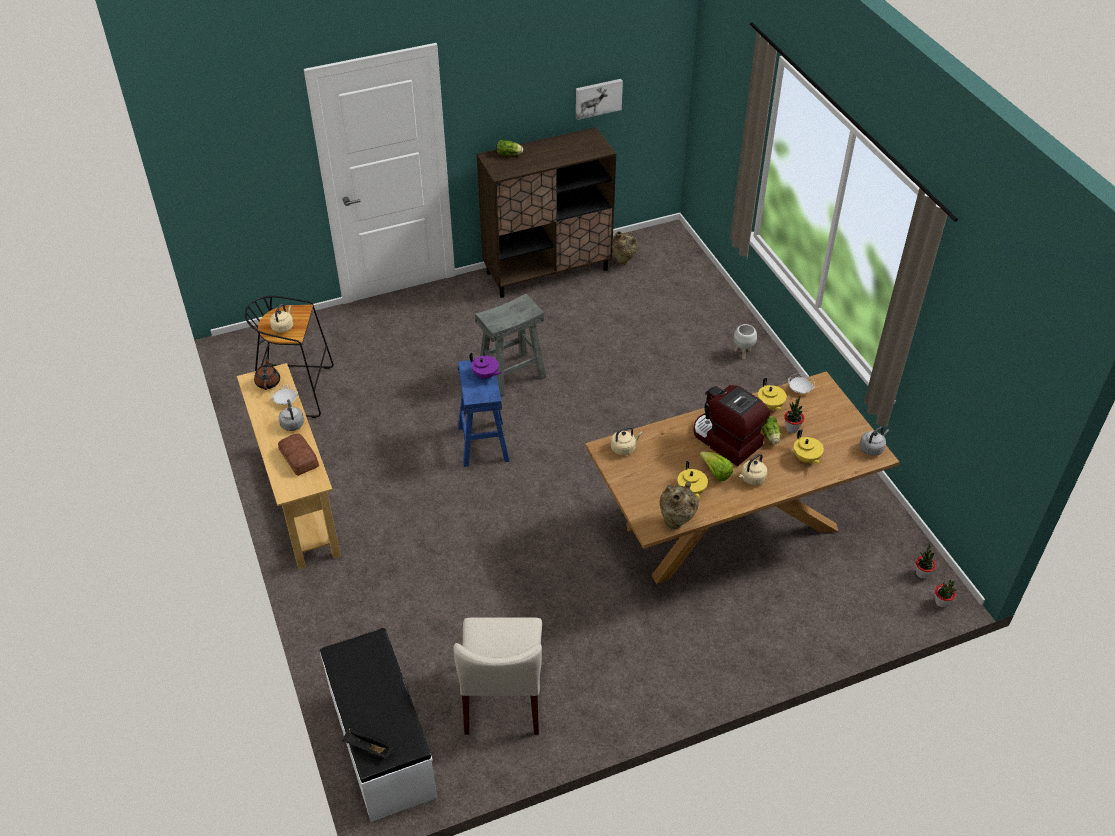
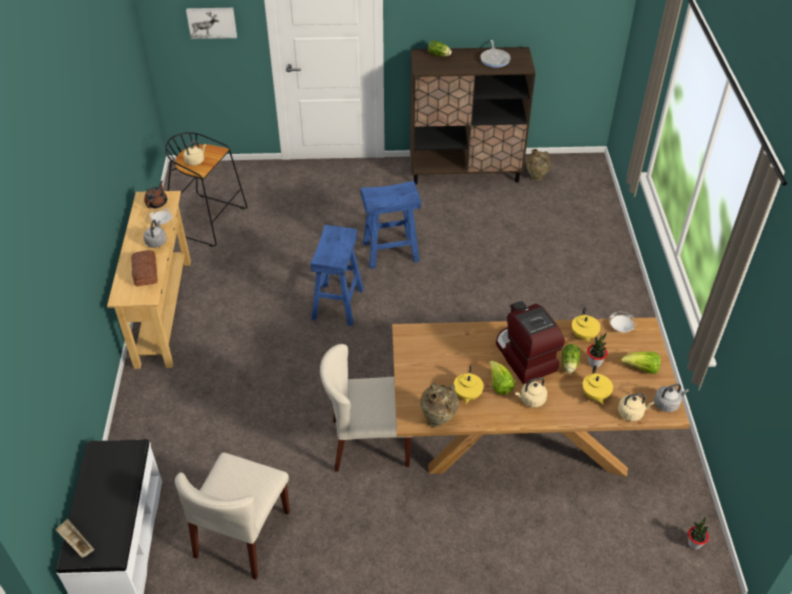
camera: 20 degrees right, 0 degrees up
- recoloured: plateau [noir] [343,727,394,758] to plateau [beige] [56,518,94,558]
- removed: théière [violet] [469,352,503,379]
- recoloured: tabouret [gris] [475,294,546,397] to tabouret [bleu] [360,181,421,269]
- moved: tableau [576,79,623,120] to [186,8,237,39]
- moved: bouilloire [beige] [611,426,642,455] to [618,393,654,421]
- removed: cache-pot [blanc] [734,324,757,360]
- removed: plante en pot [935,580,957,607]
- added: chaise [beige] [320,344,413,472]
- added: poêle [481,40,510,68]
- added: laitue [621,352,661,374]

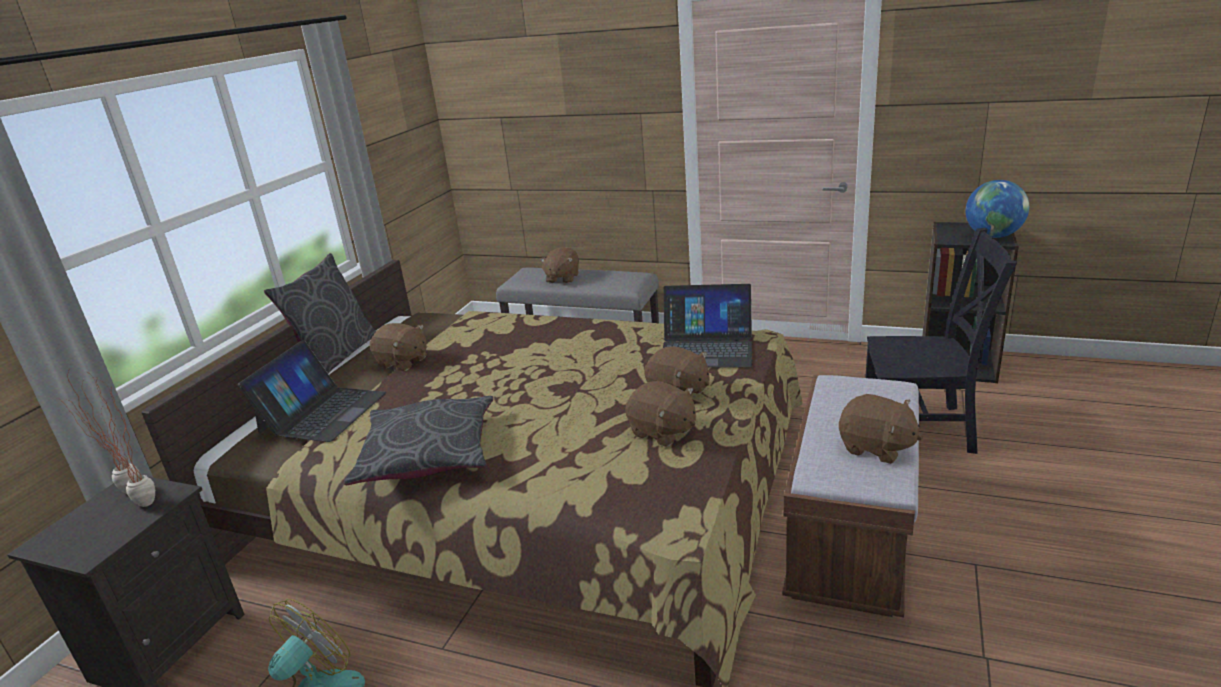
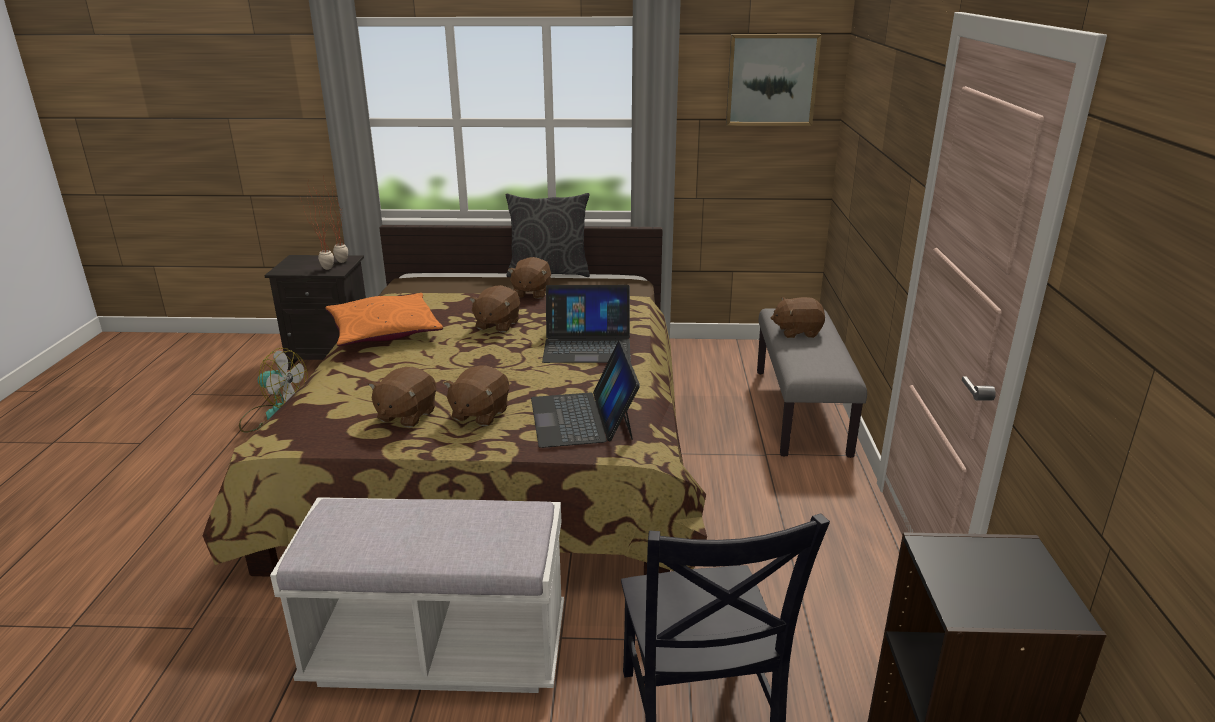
camera: 70 degrees right, 0 degrees up
- moved: ordinateur portable [238,340,386,442] to [542,285,631,363]
- recoloured: coussin [gris] [344,396,493,485] to coussin [orange] [325,293,443,346]
- recoloured: banc [marron] [782,375,919,617] to banc [blanc] [270,497,564,693]
- moved: peluche [marron] [839,394,923,464] to [469,285,520,332]
- removed: globe [965,180,1029,238]
- added: tableau [726,34,821,126]

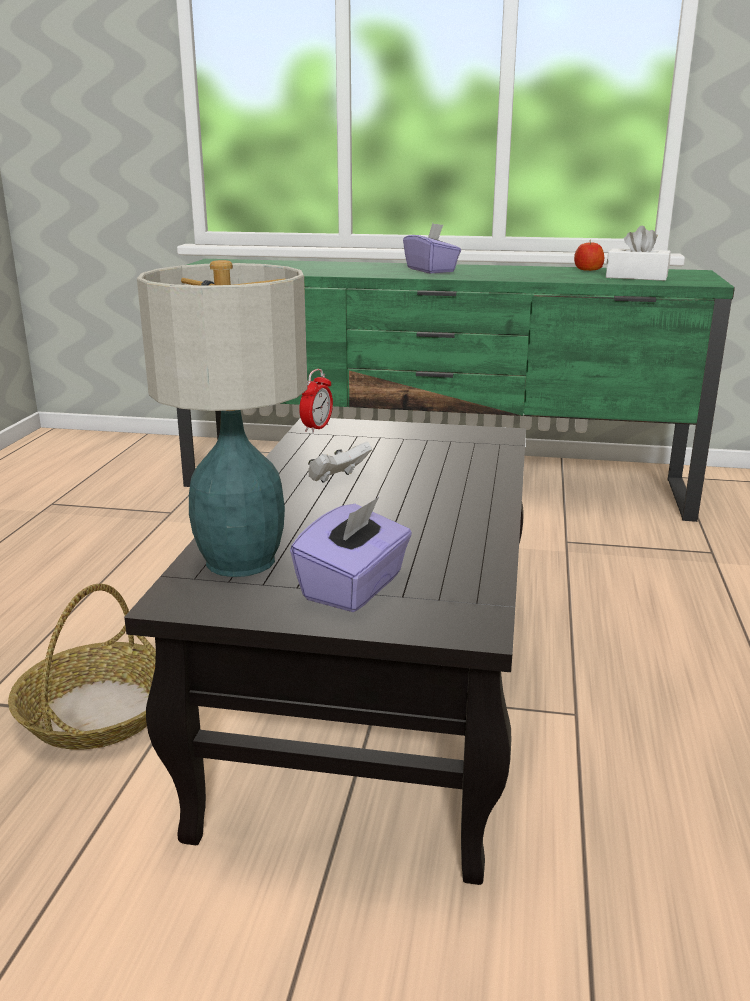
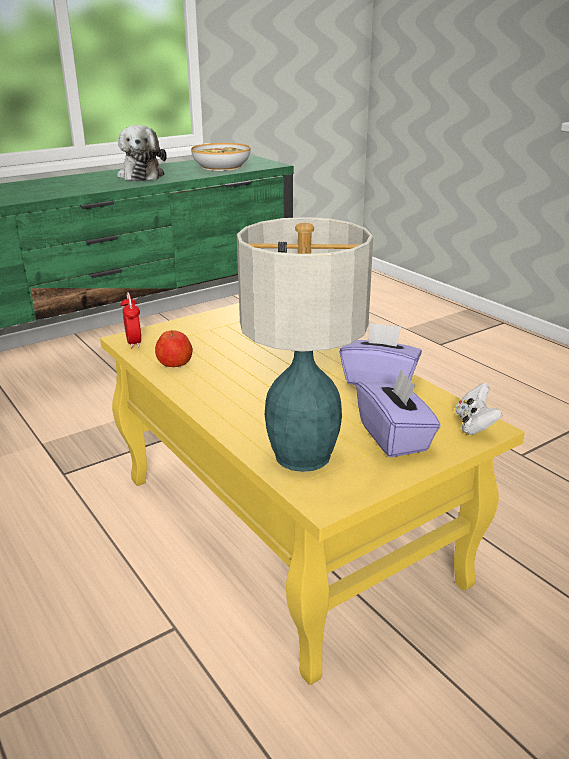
camera: 45 degrees left, 5 degrees up
- removed: panier [8,584,156,750]
- recoloured: table basse [noir] [124,418,526,885] to table basse [jaune] [100,303,525,685]
- moved: manette [blanc] [308,441,372,483] to [455,383,502,435]
- moved: boîte à mouchoirs [violet] [403,223,461,273] to [340,322,422,385]
- moved: pomme [574,239,604,271] to [155,330,193,367]
- replaced: boîte à mouchoirs [blanc] [606,226,671,281] to bol [191,143,250,171]
- added: peluche [117,125,167,181]

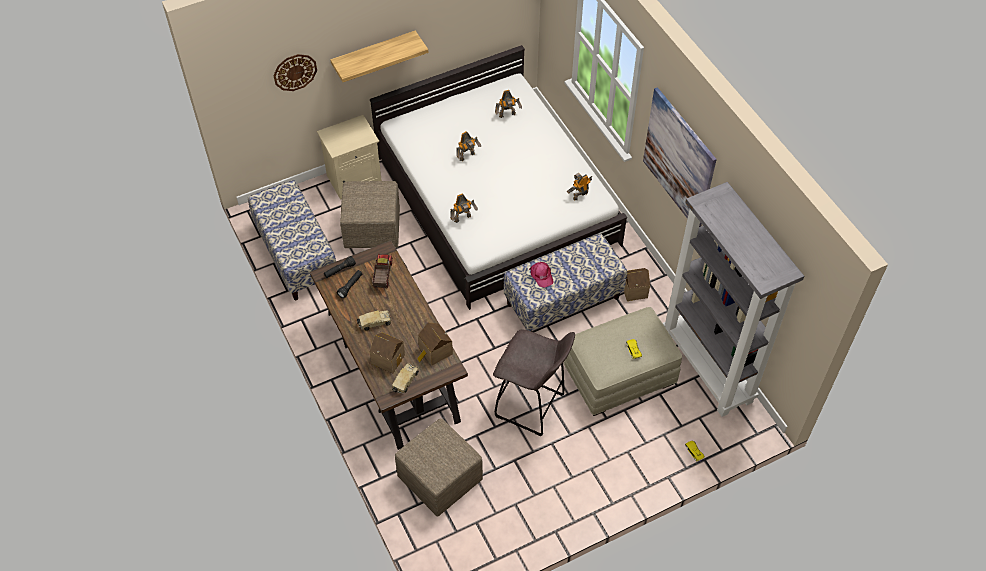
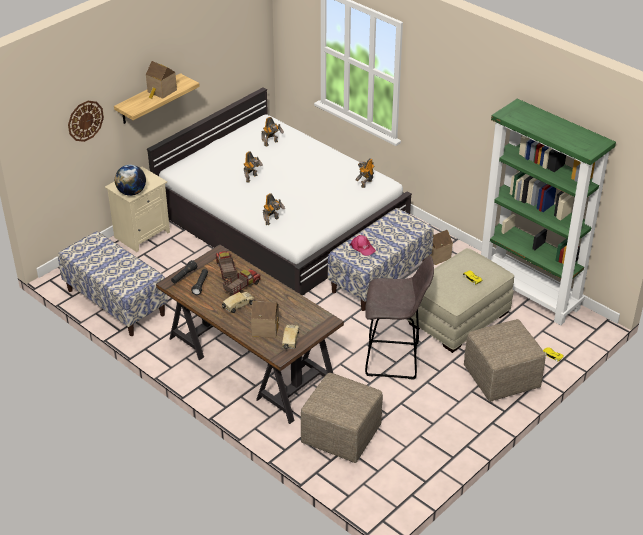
camera: 20 degrees left, 15 degrees down
- moved: pouf [beige] [340,181,400,248] to [464,319,546,402]
- moved: maison miniature [417,322,453,365] to [146,61,177,99]
- removed: tableau [643,87,717,227]
- recoloured: bibliothèque [gris] [663,182,804,417] to bibliothèque [vert] [481,99,616,325]
- added: globe [115,165,146,196]
- added: camion jouet [222,269,261,295]

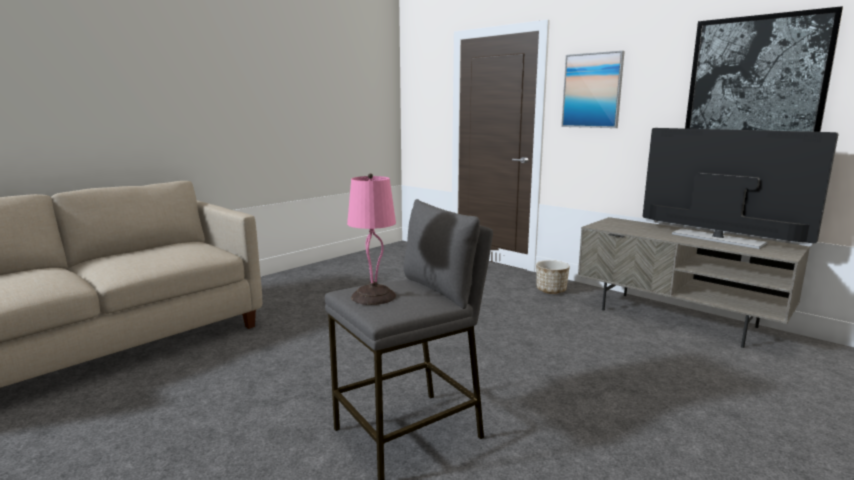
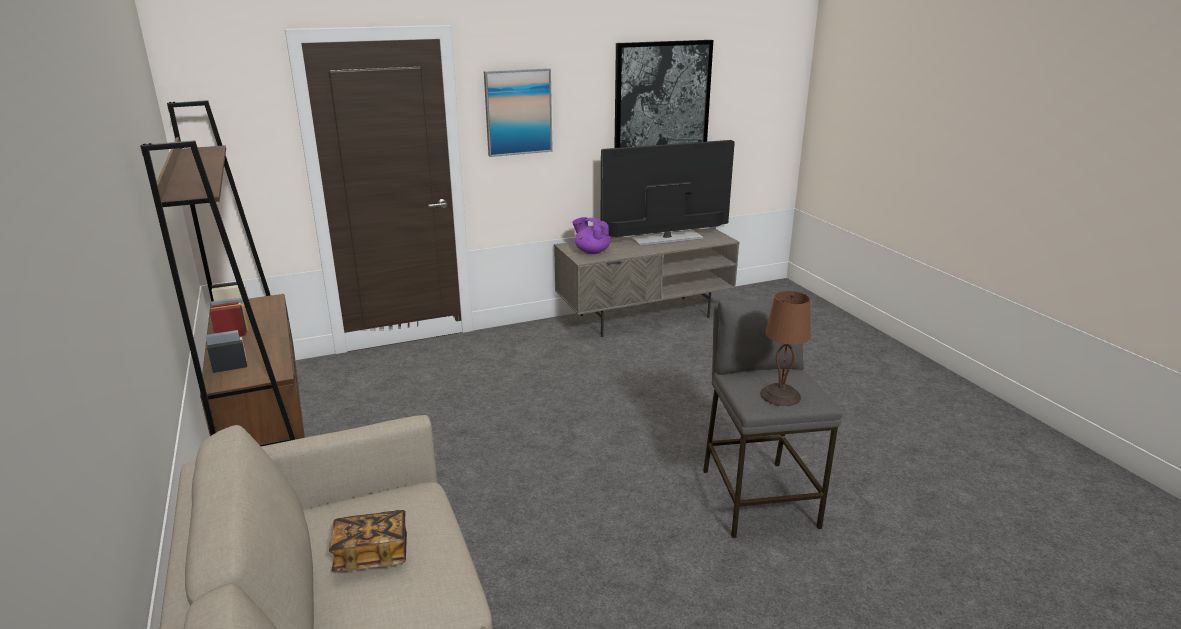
camera: 65 degrees left, 10 degrees up
- recoloured: lampe de table [rose] [347,174,396,305] to lampe de table [marron] [760,291,810,406]
- removed: cache-pot [536,260,570,294]
- added: bibliothèque [marron] [140,100,305,446]
- added: livre [329,510,407,572]
- added: théière [violet] [572,217,610,254]

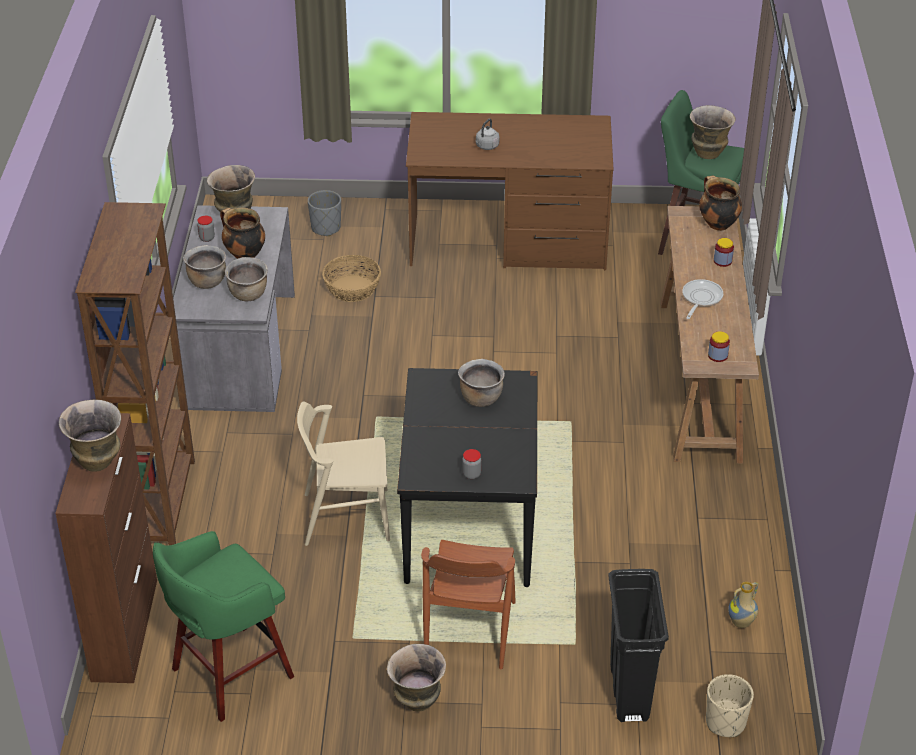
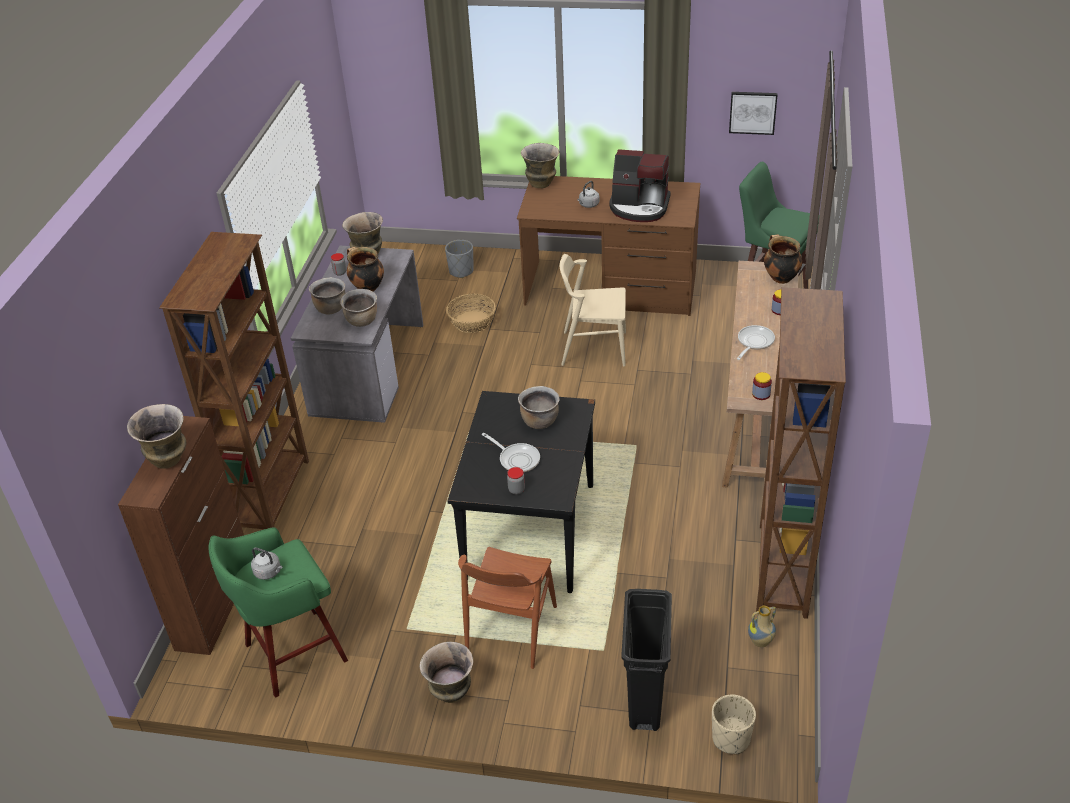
camera: 10 degrees right, 0 degrees up
- moved: chaise [beige] [297,401,390,546] to [560,254,626,366]
- moved: vase [690,105,735,159] to [521,143,559,188]
- added: bouilloire [gris] [251,548,283,580]
- added: poêle [482,433,540,472]
- added: machine à café [609,149,671,222]
- added: tableau [729,92,778,135]
- added: bibliothèque [marron] [756,287,846,619]

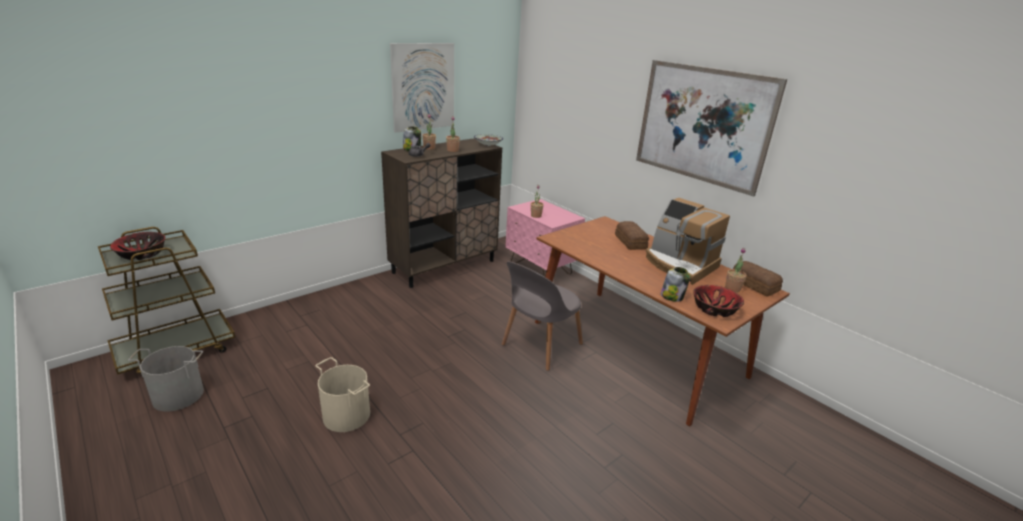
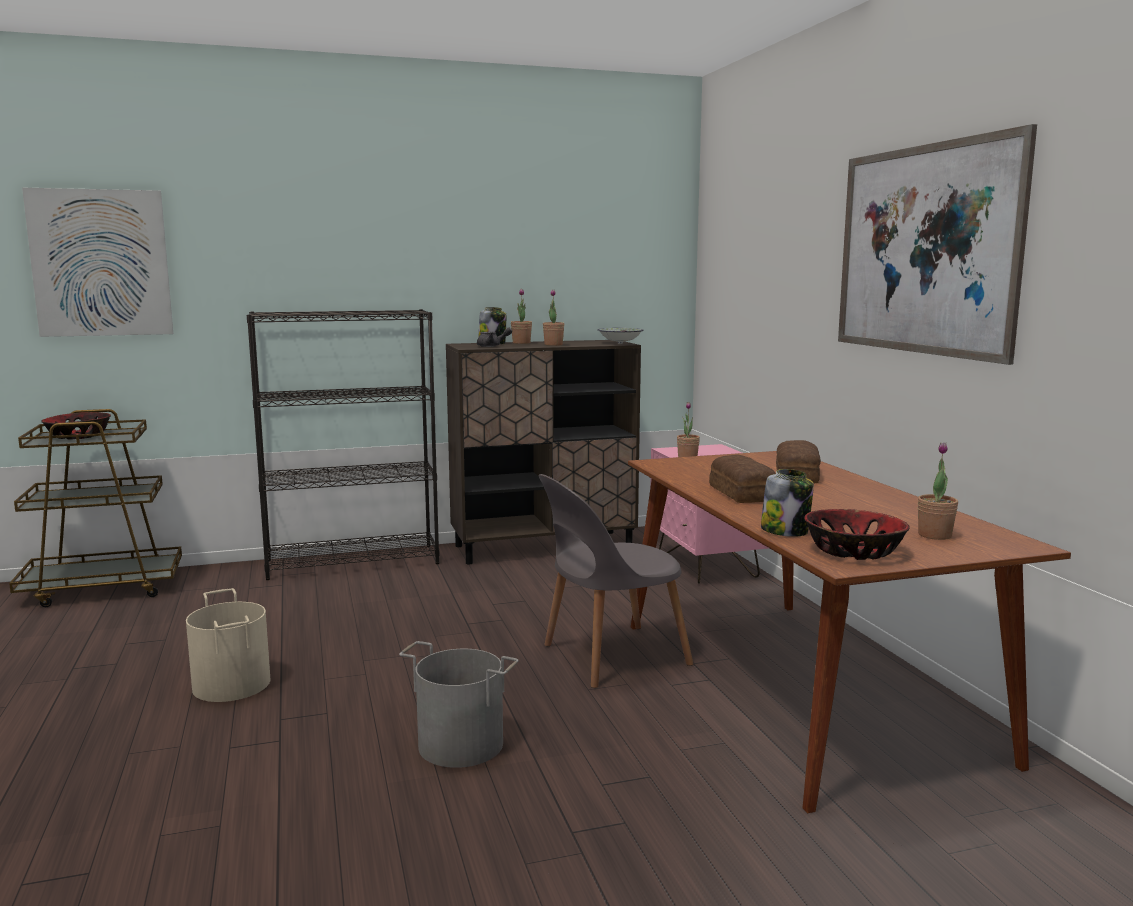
camera: 25 degrees right, 15 degrees down
- moved: seau [gris] [128,346,204,412] to [399,641,518,768]
- moved: tableau [390,43,454,133] to [22,188,173,337]
- removed: machine à café [646,198,730,285]
- moved: pain [733,261,783,297] to [709,455,776,503]
- added: bibliothèque [noir] [247,309,439,580]

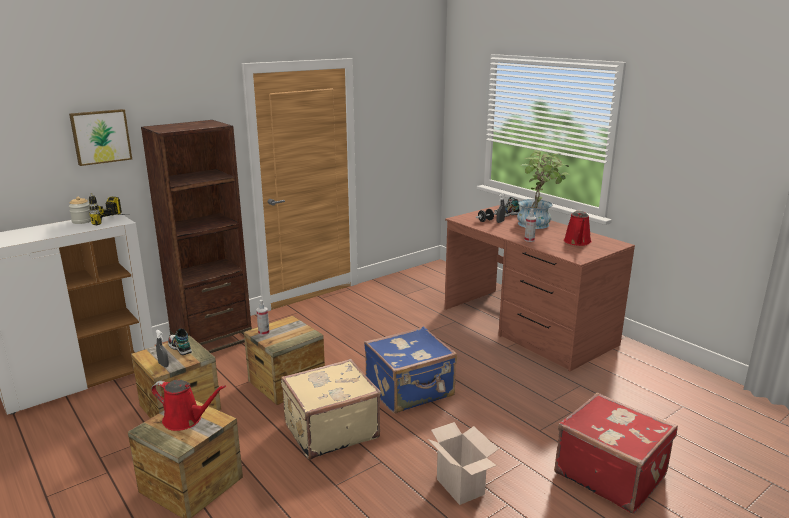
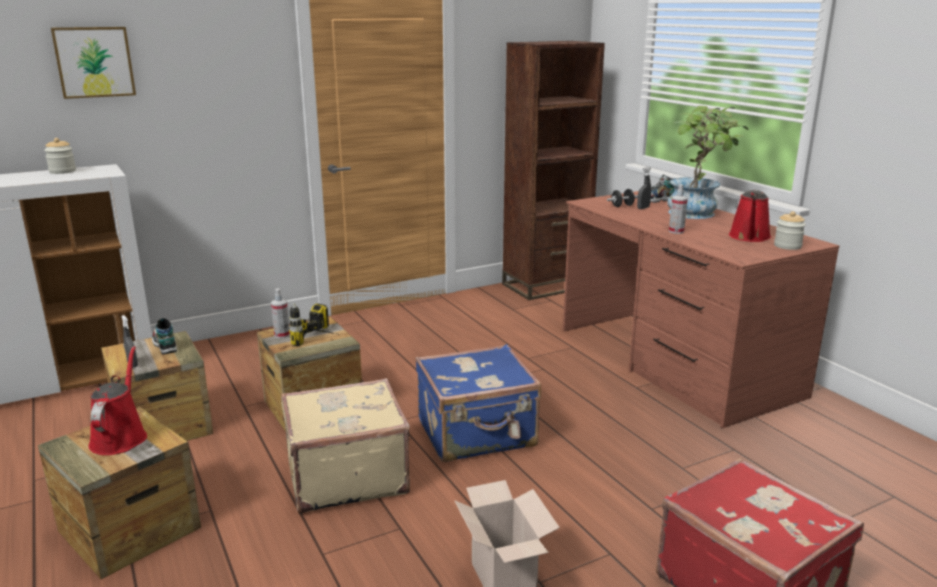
camera: 10 degrees right, 0 degrees up
- moved: perceuse [89,193,126,225] to [289,303,336,346]
- moved: bibliothèque [marron] [141,120,252,353] to [502,41,605,300]
- turned: arrosoir [rouge] [151,380,226,431] = [88,346,147,455] 120 degrees counterclockwise
- added: bocal [774,211,806,250]

